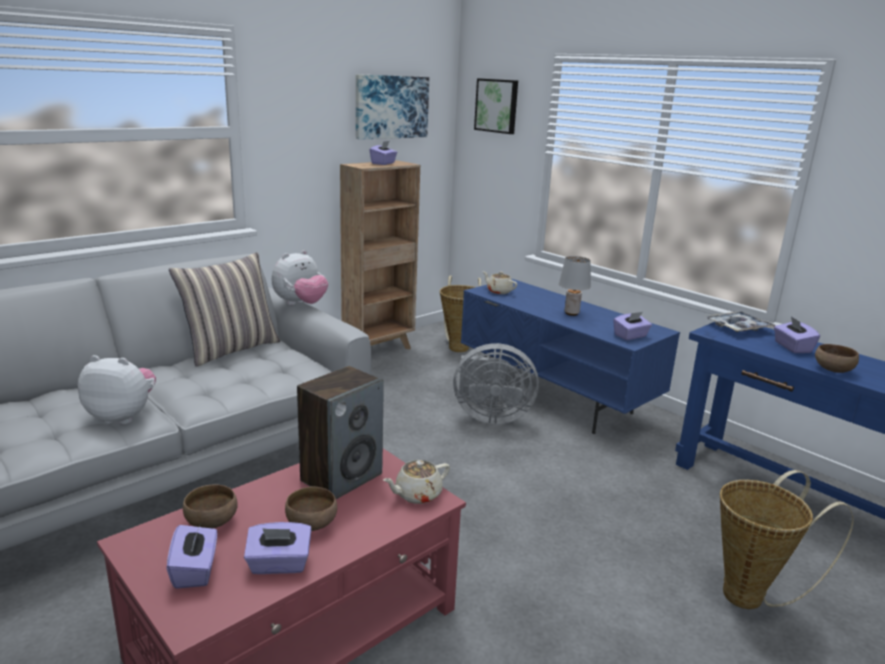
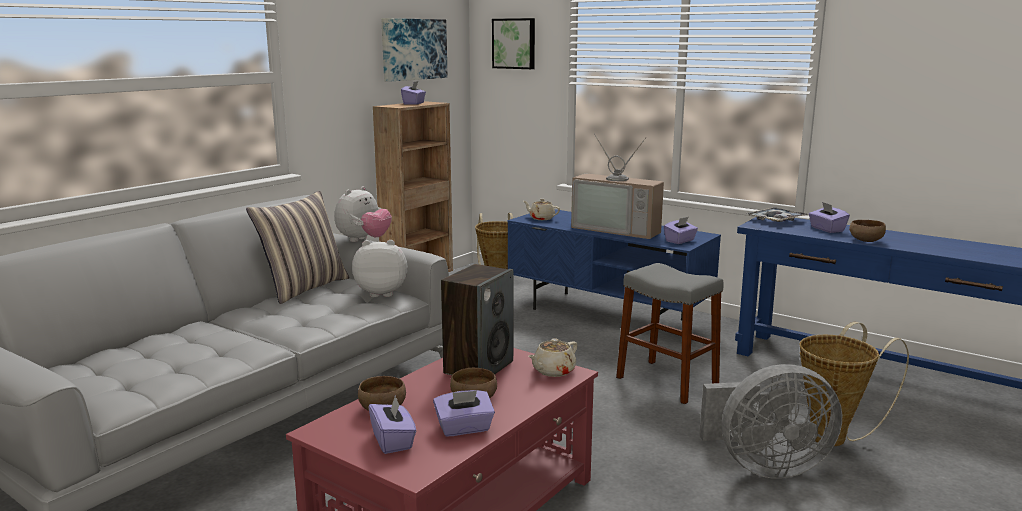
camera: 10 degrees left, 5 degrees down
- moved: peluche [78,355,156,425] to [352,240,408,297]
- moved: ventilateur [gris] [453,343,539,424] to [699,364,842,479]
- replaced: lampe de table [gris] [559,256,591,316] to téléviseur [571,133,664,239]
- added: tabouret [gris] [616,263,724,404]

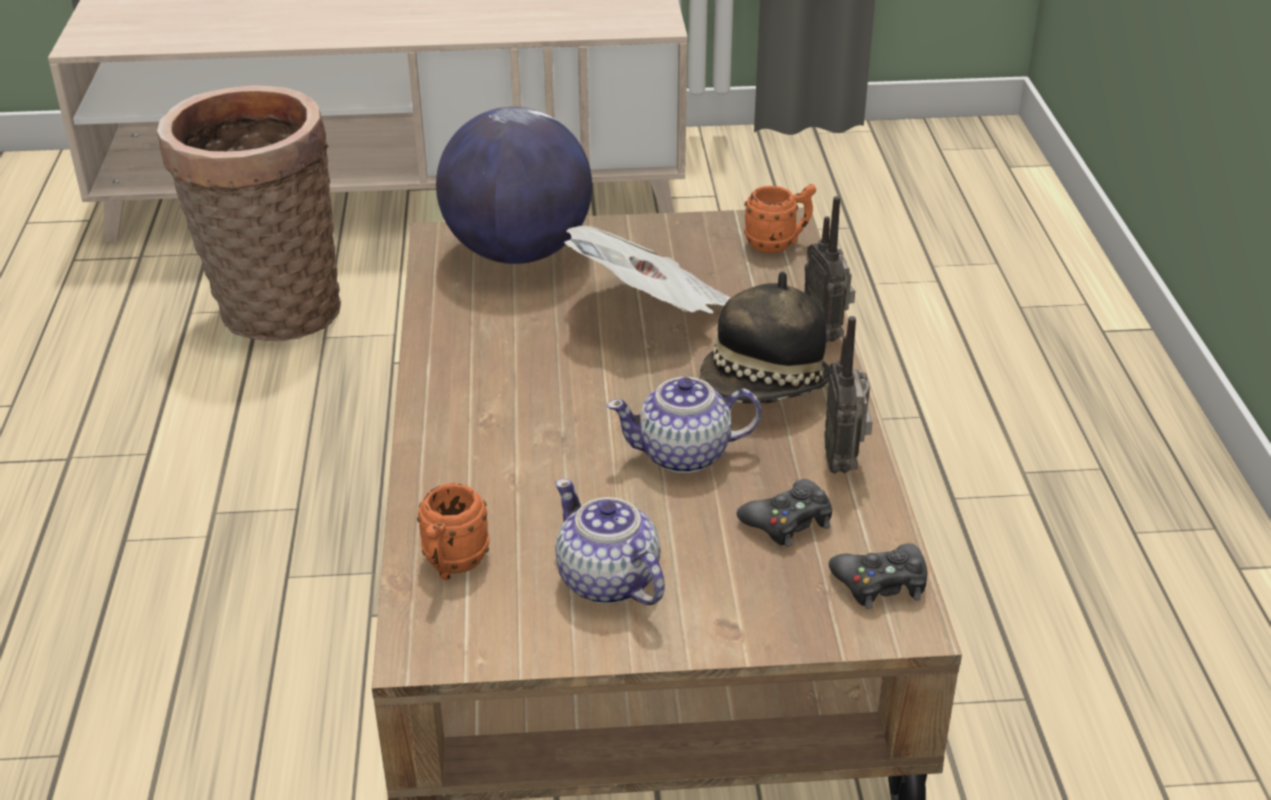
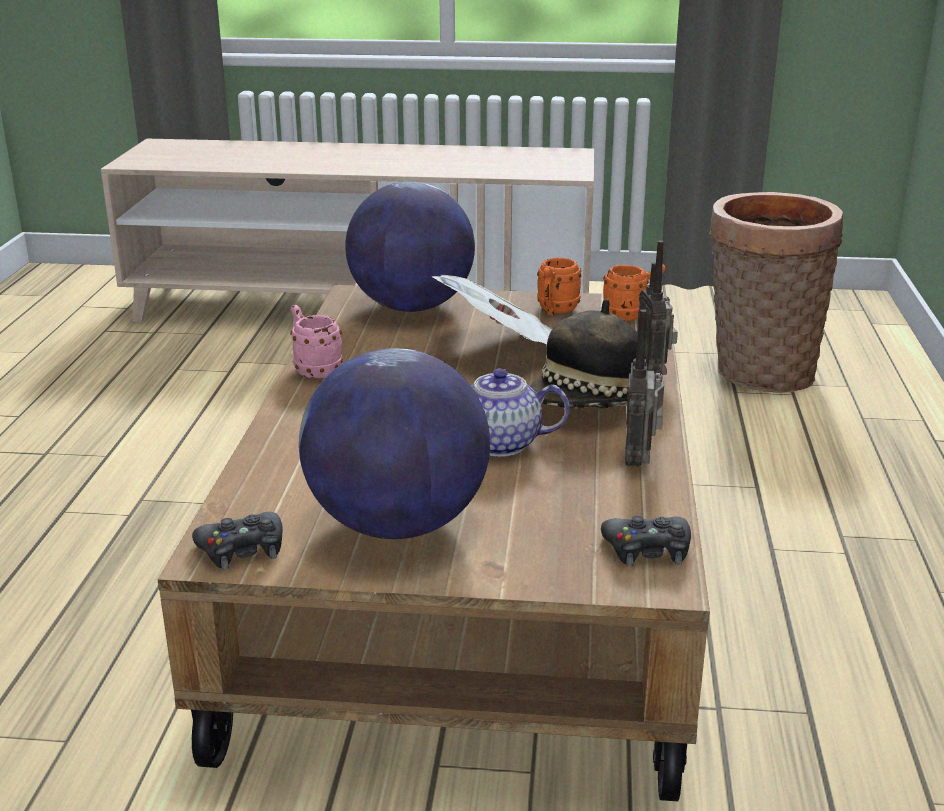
camera: 10 degrees right, 10 degrees down
- moved: panier [157,85,341,341] to [709,192,843,393]
- moved: mug [orange] [417,483,490,580] to [537,258,581,316]
- replaced: théière [555,479,665,605] to globe [299,348,490,539]
- moved: manette [noir] [737,479,832,547] to [192,512,283,570]
- added: mug [rose] [290,305,343,378]

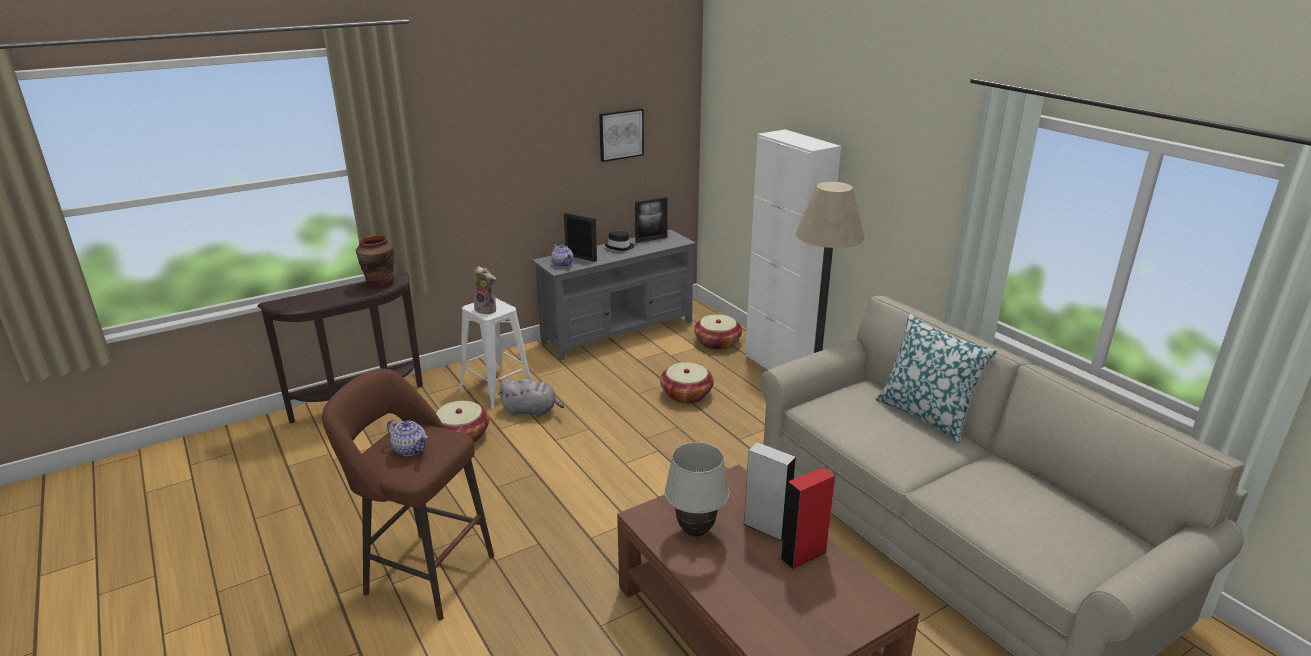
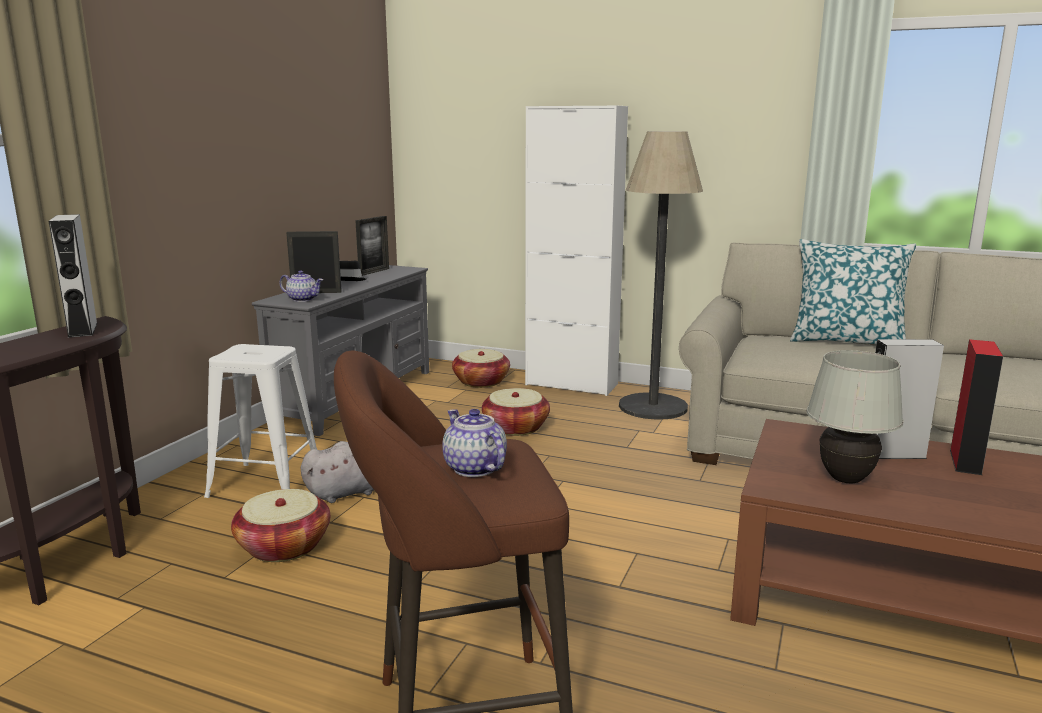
camera: 35 degrees left, 10 degrees down
- replaced: vase [marron] [356,235,394,289] to enceinte [gris] [49,214,98,338]
- turned: théière [387,420,428,456] = [442,409,507,477] 120 degrees counterclockwise
- removed: peluche [474,266,497,314]
- removed: tableau [599,108,644,162]

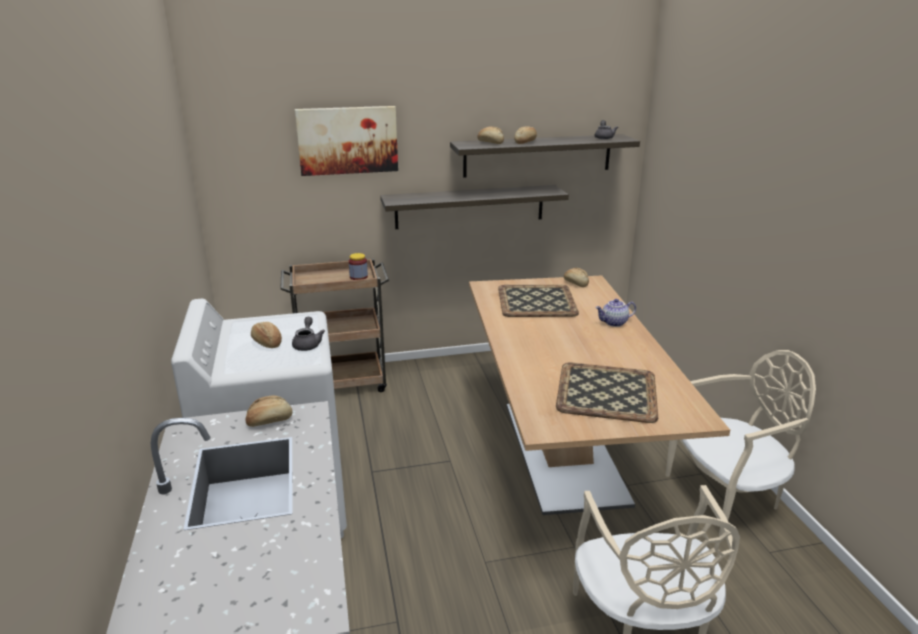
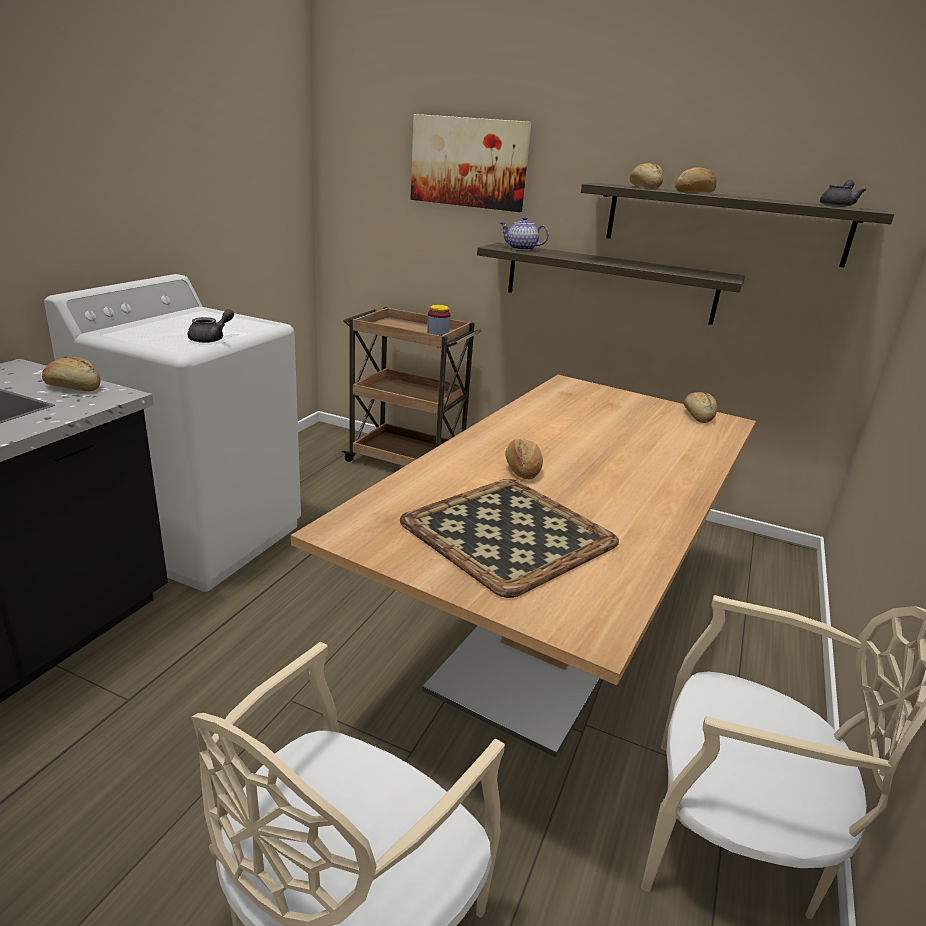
camera: 35 degrees right, 0 degrees up
- moved: pain [251,322,282,348] to [505,439,543,480]
- removed: plateau [498,285,579,317]
- moved: théière [595,299,636,327] to [500,217,549,251]

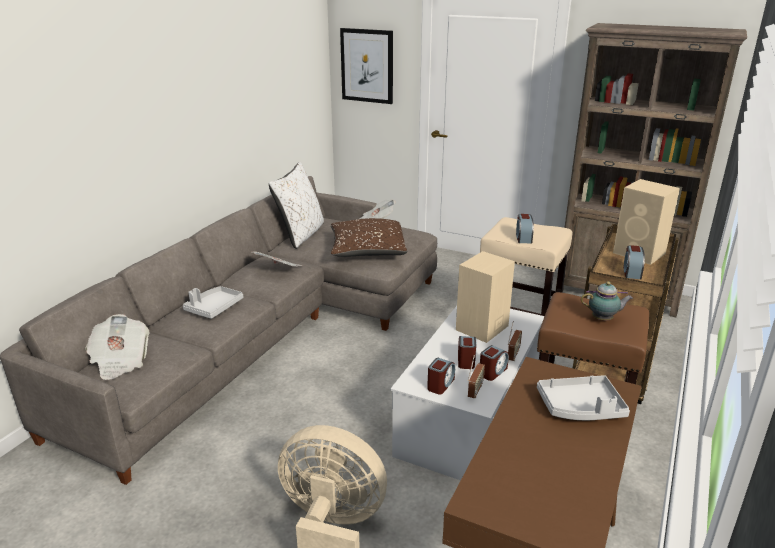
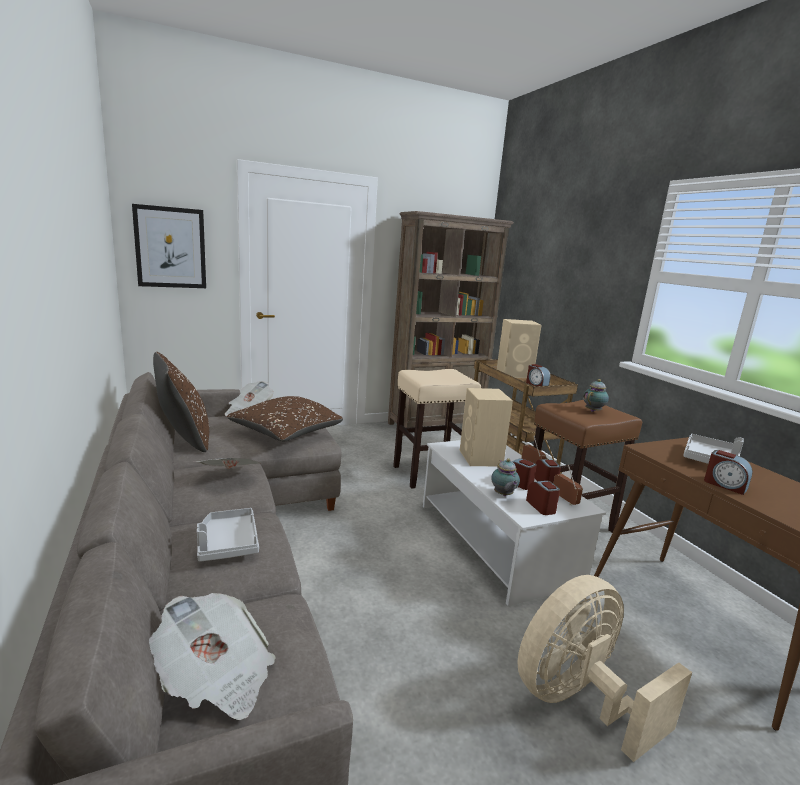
camera: 50 degrees left, 10 degrees down
- recoloured: coussin [blanc] [269,162,324,249] to coussin [marron] [153,352,209,452]
- moved: réveil [516,214,534,244] to [704,450,753,495]
- added: théière [491,458,520,496]

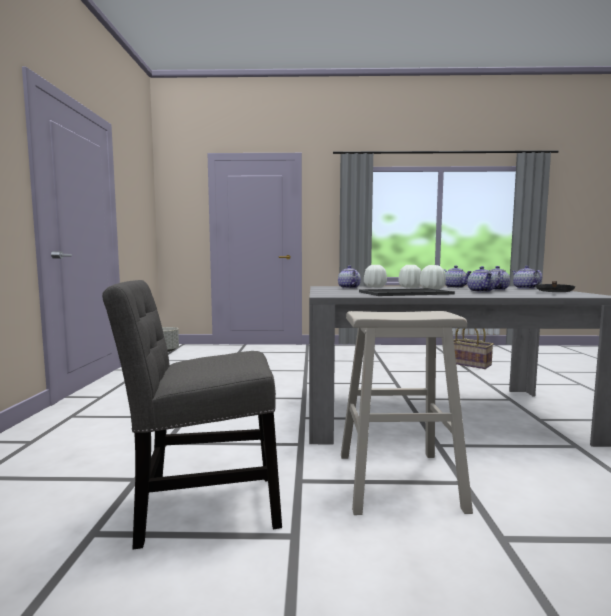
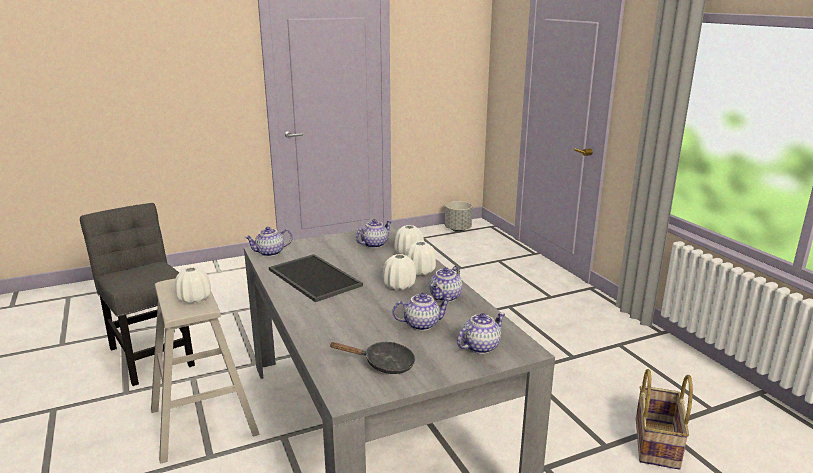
camera: 65 degrees right, 15 degrees up
- moved: théière [467,266,496,293] to [244,227,293,257]
- added: vase [blanc] [175,267,211,304]

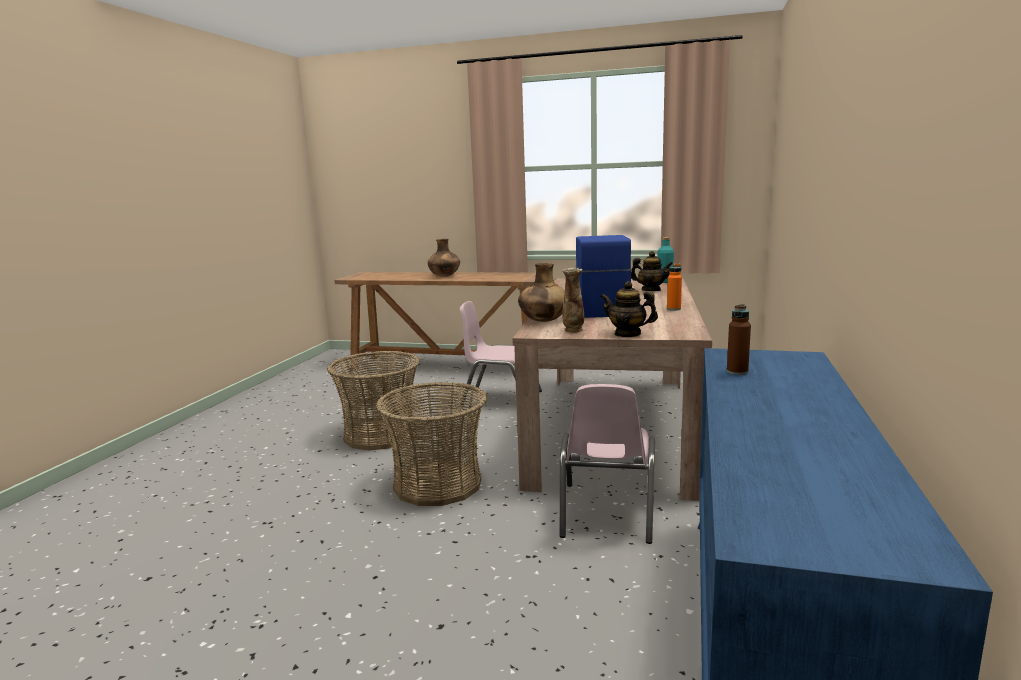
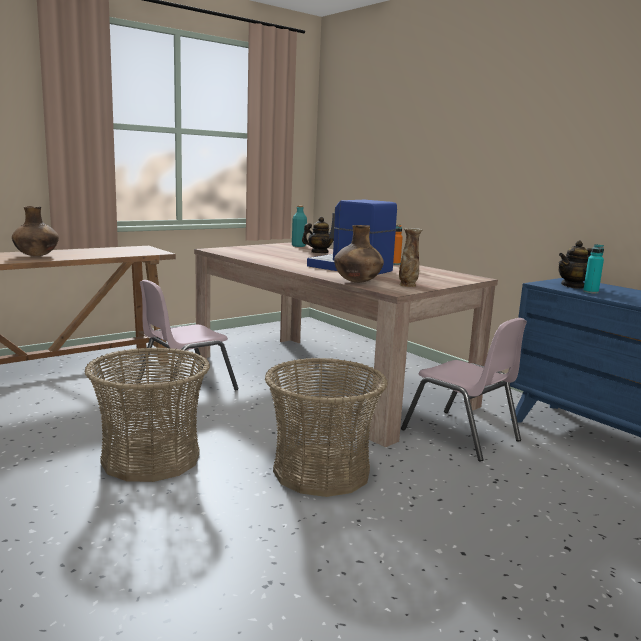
camera: 55 degrees left, 0 degrees up
- moved: théière [601,281,658,337] to [558,240,592,289]
- recoloured: bouteille [marron] [727,304,751,375] to bouteille [turquoise] [583,244,604,294]

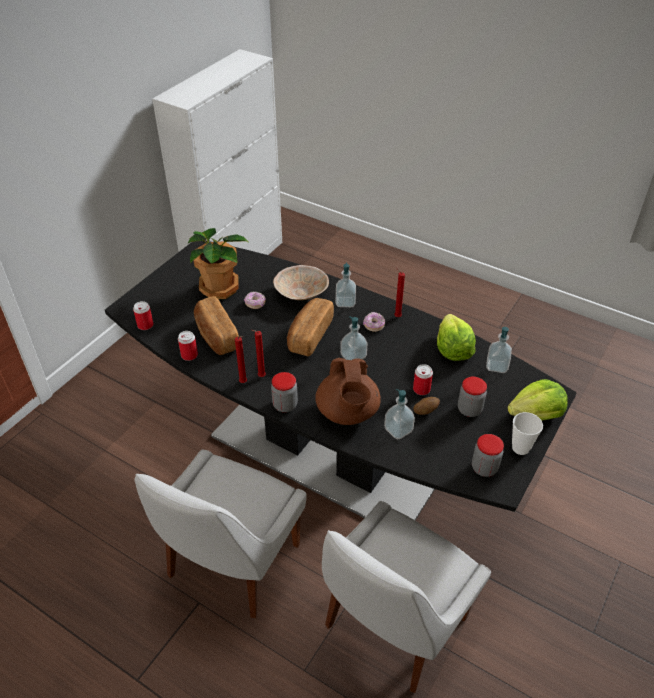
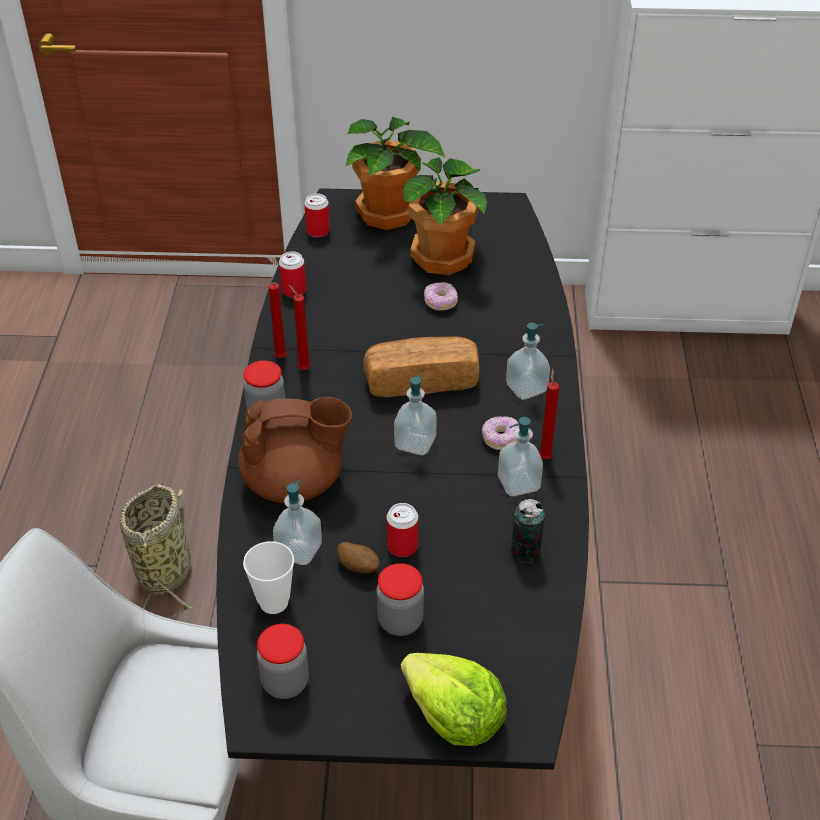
camera: 60 degrees right, 0 degrees up
- replaced: chaise [blanc] [134,450,307,618] to panier [120,483,192,619]
- removed: pain [194,296,239,355]
- removed: bol [beige] [273,265,329,300]
- turned: théière [marron] [315,358,381,425] = [238,397,352,503] 150 degrees counterclockwise
- replaced: laitue [437,314,476,361] to boîte métallique [511,499,545,563]
- moved: distributeur de savon [486,327,512,373] to [498,417,543,496]
- moved: tasse [512,412,543,455] to [243,541,294,614]
- added: plante en pot [345,117,446,230]

